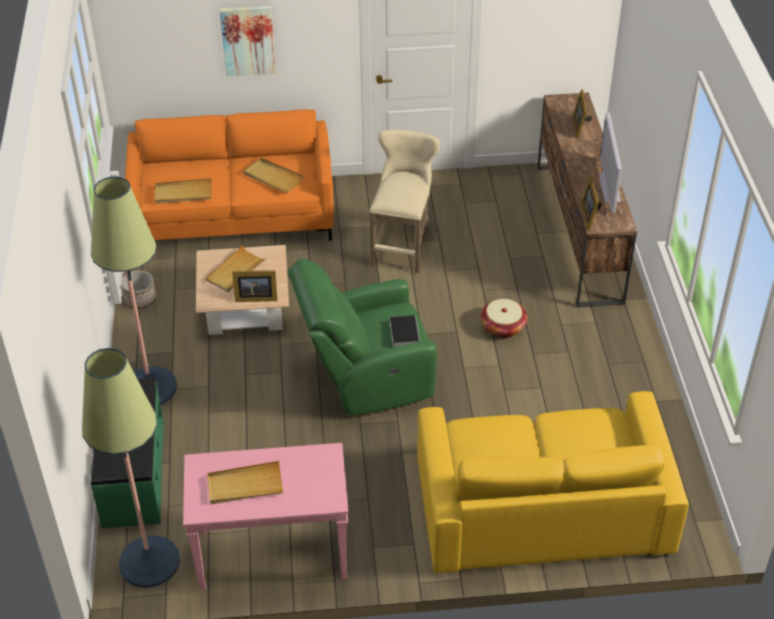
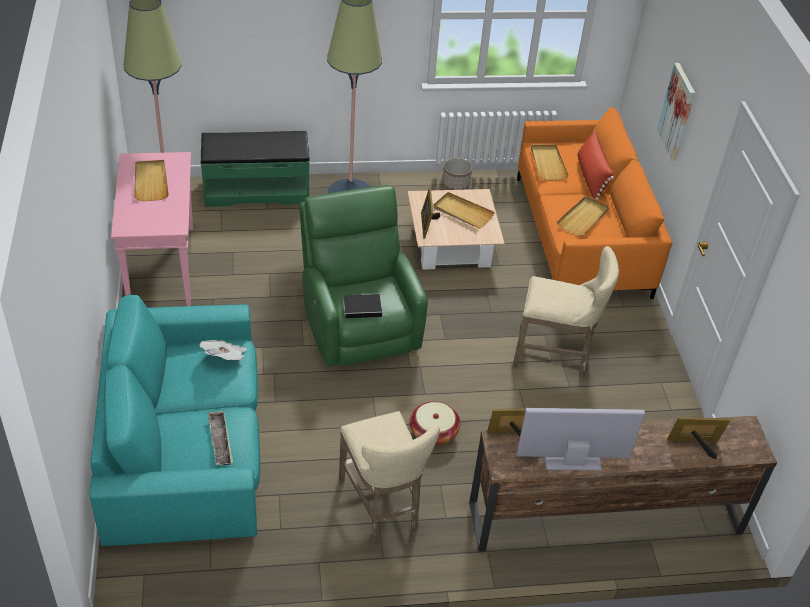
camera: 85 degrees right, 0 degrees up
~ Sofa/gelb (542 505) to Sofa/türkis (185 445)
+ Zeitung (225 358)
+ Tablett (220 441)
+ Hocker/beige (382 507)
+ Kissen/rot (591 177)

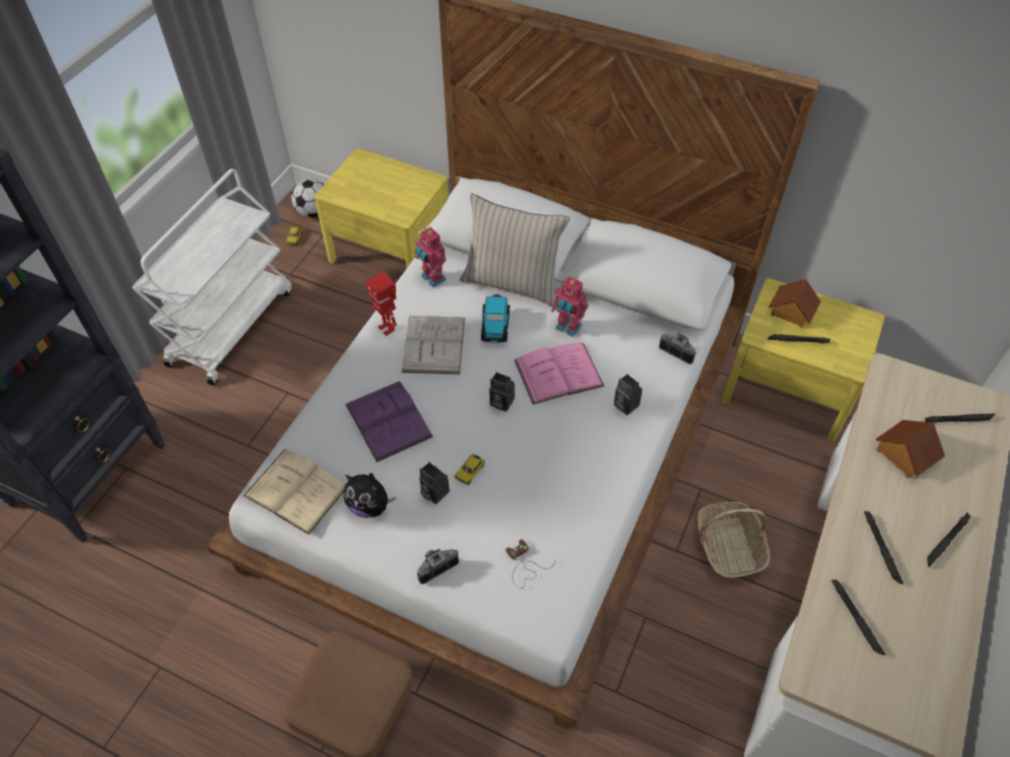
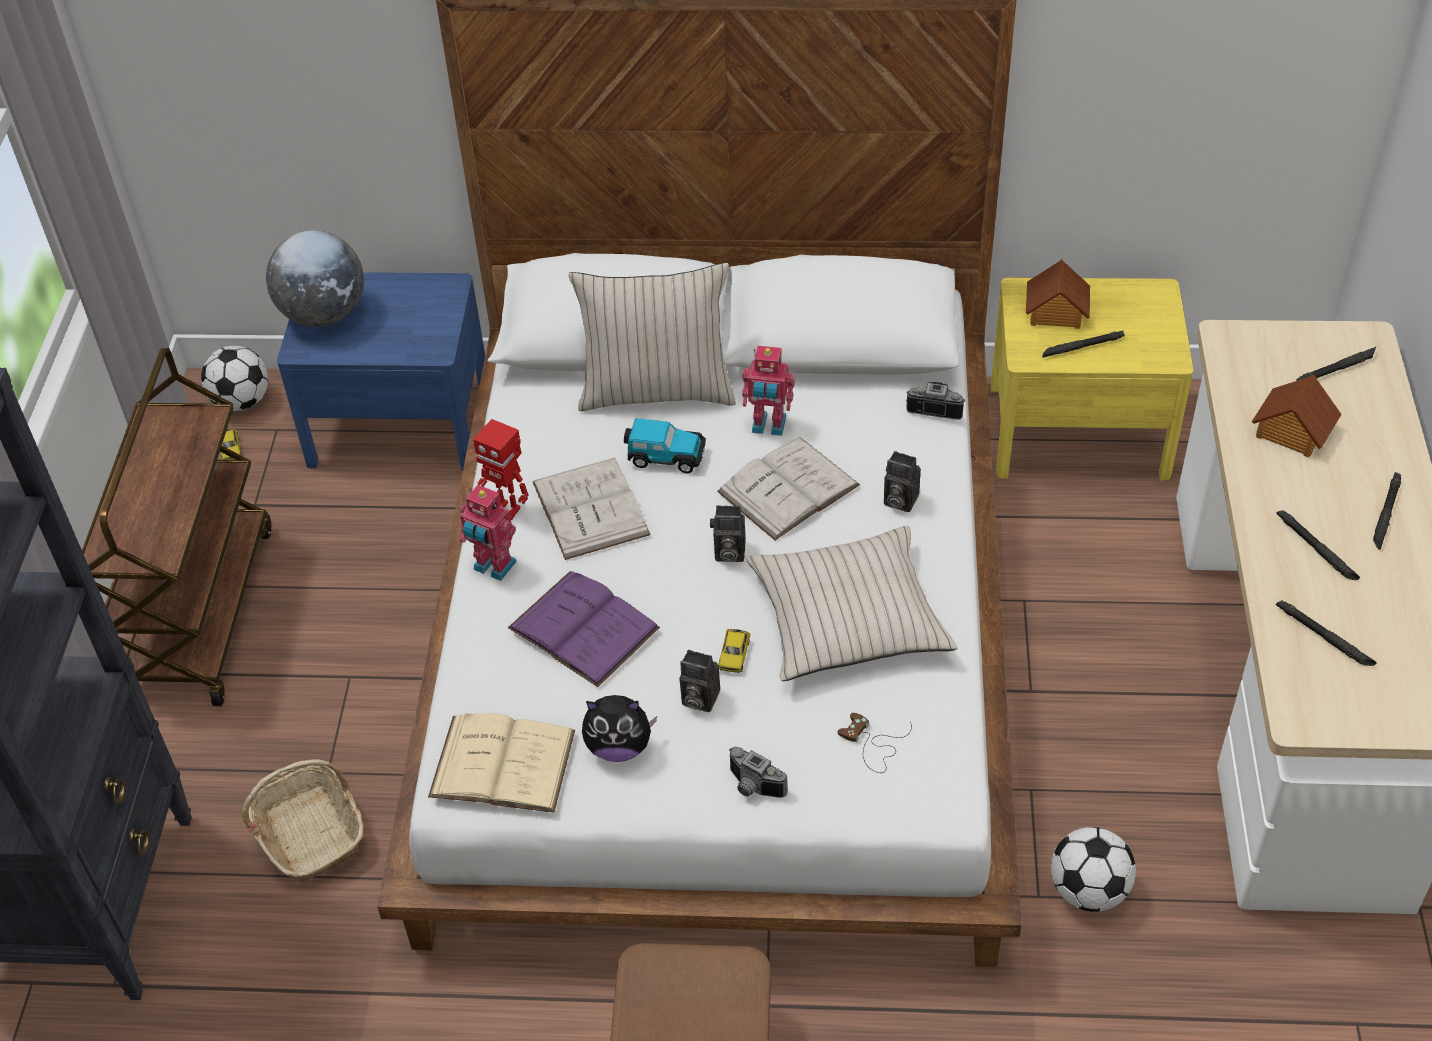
camera: 20 degrees left, 5 degrees down
~ Rollwagen/weiß (231 326) to Rollwagen/braun (200 611)
~ Korb (728 546) to (310 832)
+ Globus (324 314)
~ Nachttisch/gelb (390 251) to Nachttisch/blau (399 422)
~ Spielzeugroboter (432 279) to (493 567)
~ Spielzeugauto (495 326) = (665 456) 60 degrees counterclockwise
~ Buch/rosa (558 373) to Buch/weiß (788 488)
~ Kamera (435 565) = (753 787) 90 degrees counterclockwise
+ Kissen/beige (847 618)
+ Fußball (1088 890)

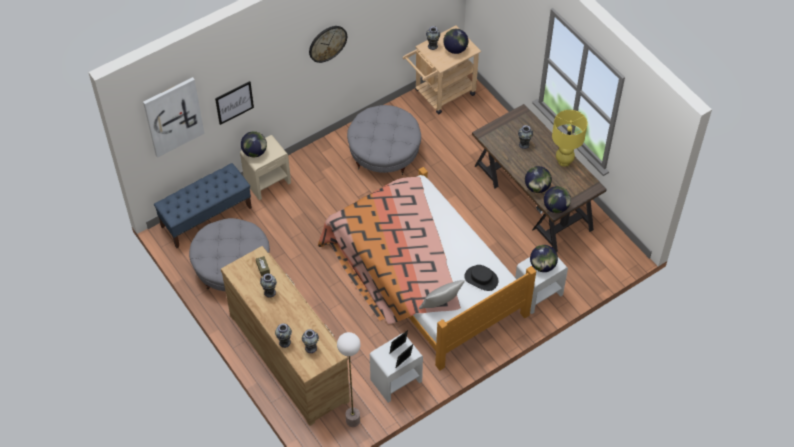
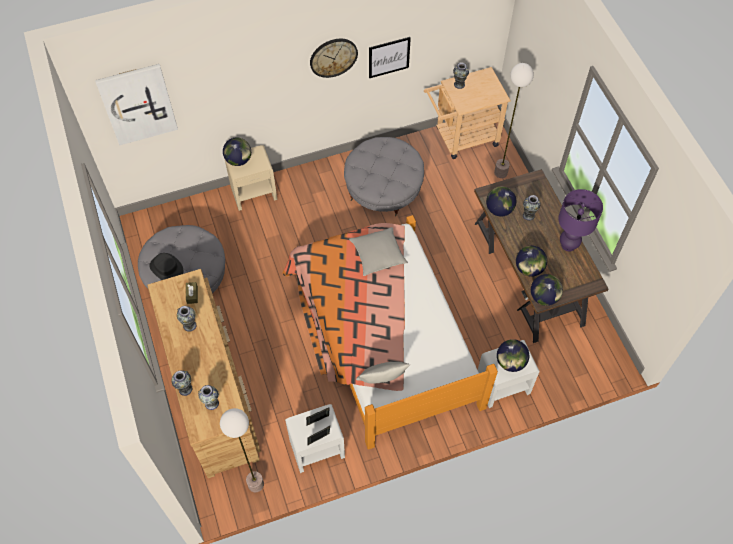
camera: 15 degrees right, 5 degrees up
~ Hut/schwarz (481 279) to (167 268)
+ Kissen/grau (378 255)
~ Bild (234 102) to (389 57)
~ Globus (455 49) to (499 209)
+ Stehlampe (501 172)
~ Tischlampe/gelb (564 161) to Tischlampe/lila (569 245)
- Bank/blau (206 217)

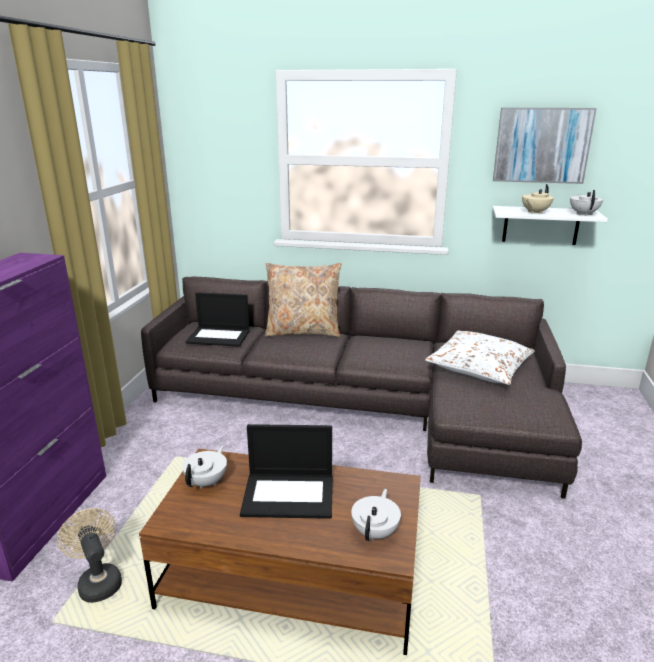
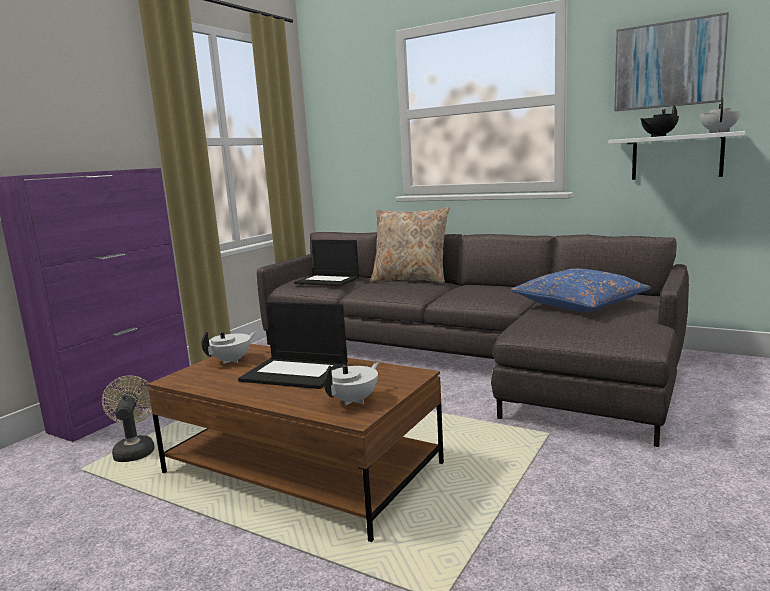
camera: 20 degrees right, 10 degrees down
~ Kissen/weiß (479 367) to Kissen/blau (579 304)
~ Teekanne/beige (534 212) to Teekanne/schwarz (658 136)

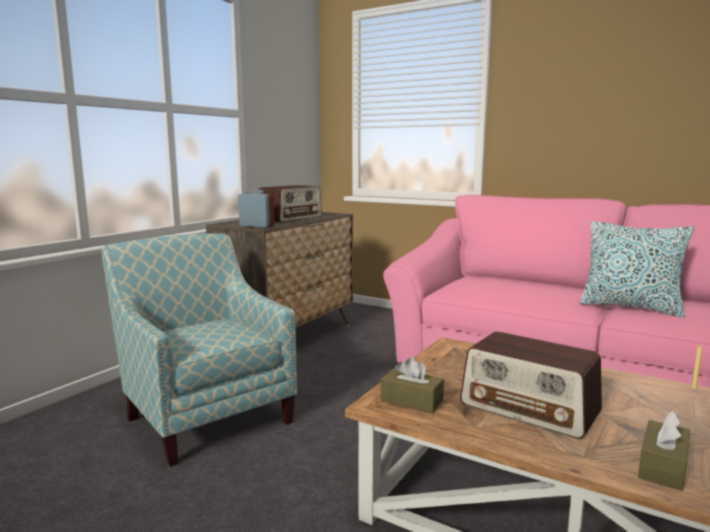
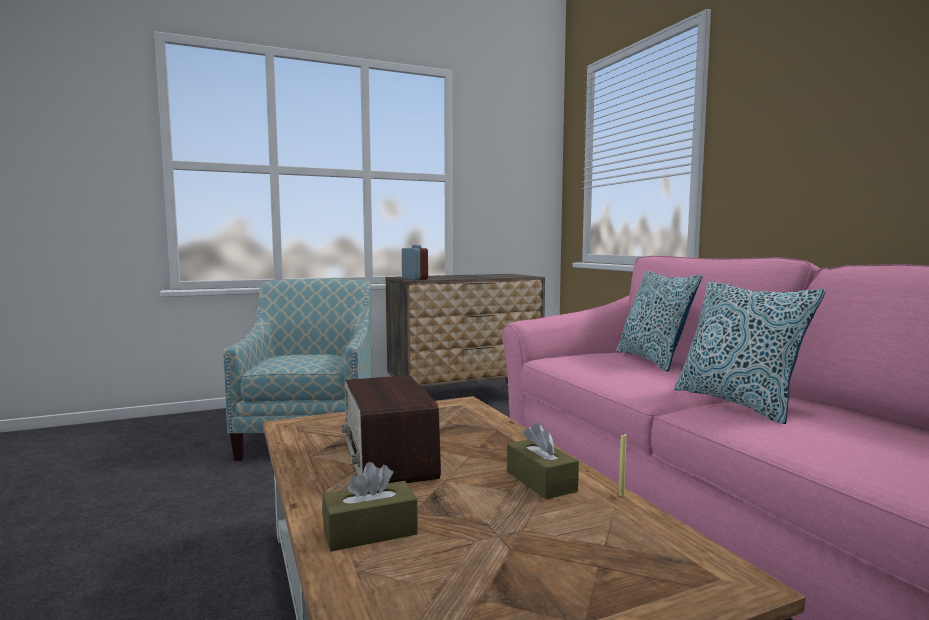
camera: 35 degrees right, 5 degrees down
~ Taschentuchbox/braun (411 401) to (541 481)
+ Kissen (652 360)
- Radio (290 218)

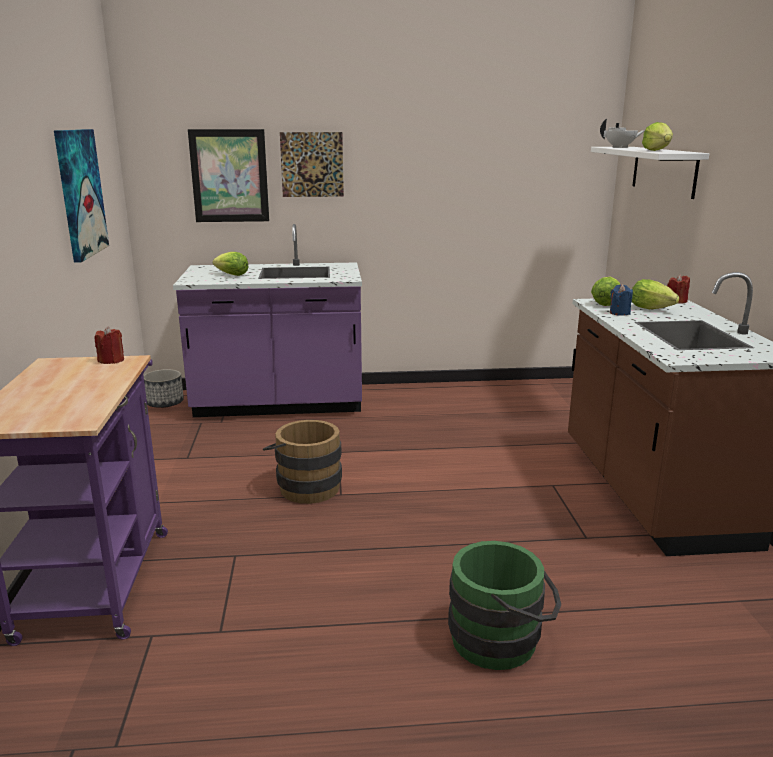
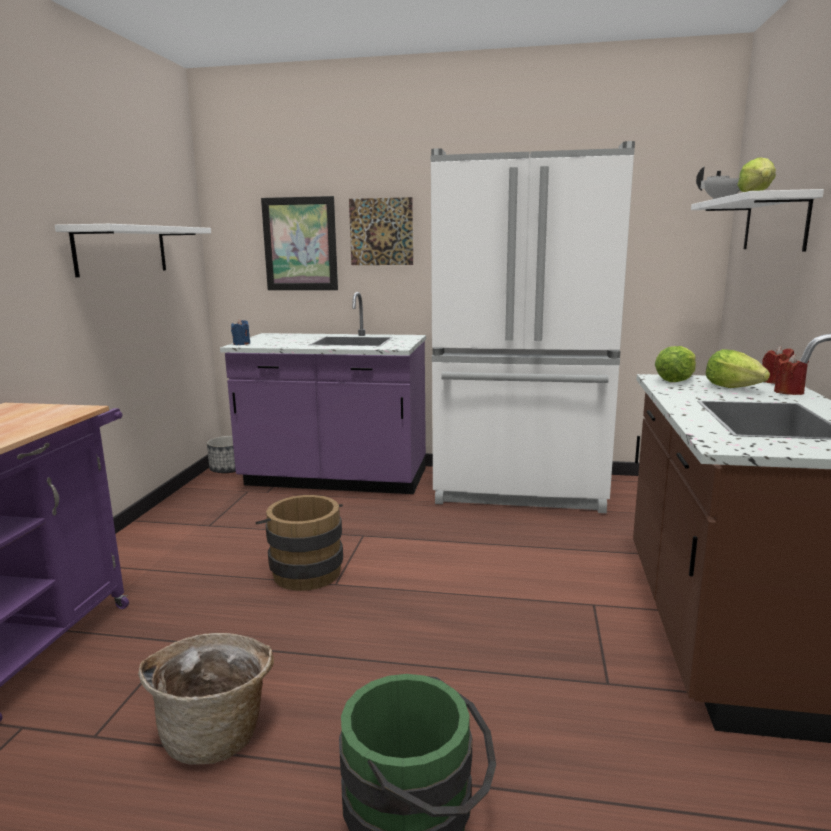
camera: 15 degrees right, 5 degrees down
~ Bild (80 193) to Wandregal/weiß (122 250)
+ Korb (216 733)
~ Kerze/blau (619 313) to (241 344)
+ Kühlschrank/weiß (520 490)
~ Kerze/rot (111 360) to (788 392)
- Salatkopf (232 275)

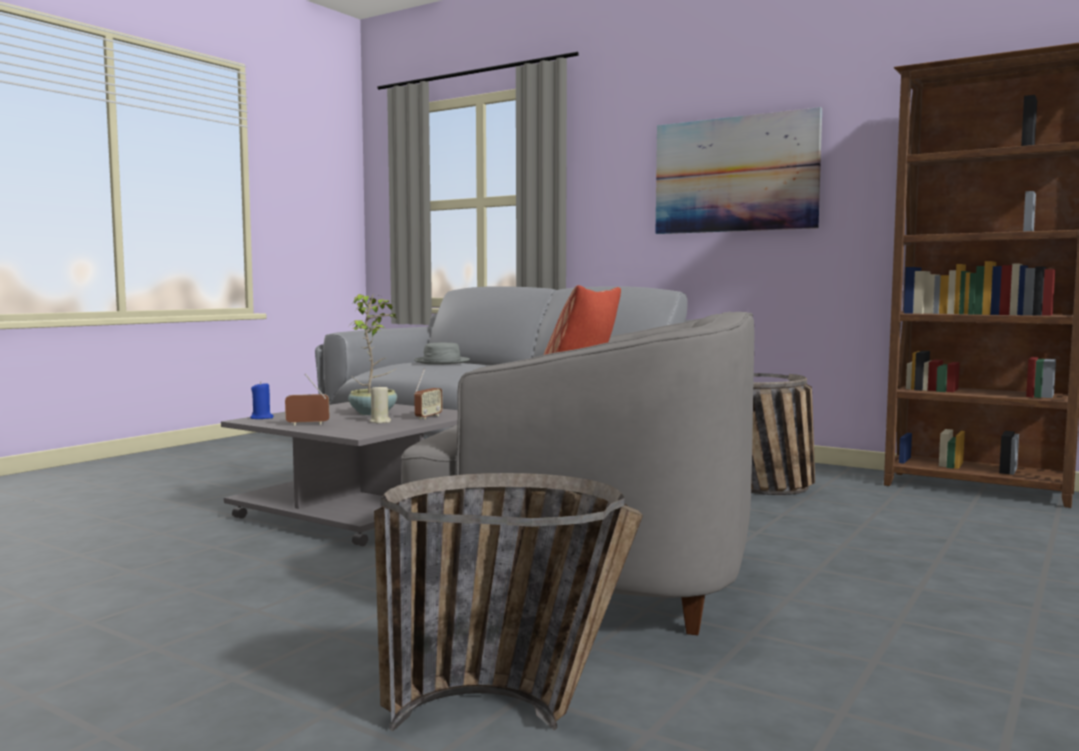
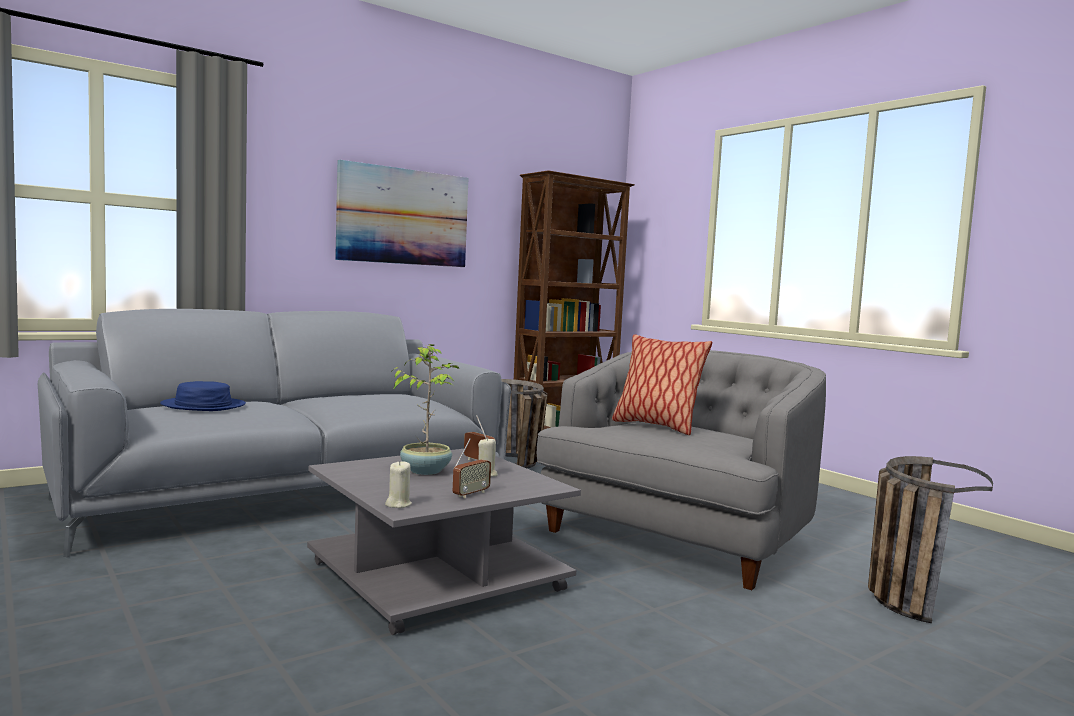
camera: 70 degrees left, 0 degrees up
~ Hut/grau (441 362) to Hut/blau (203 406)
~ Kerze/blau (262 418) to Kerze/beige (398 504)
~ Radio (307 424) = (471 494) 150 degrees counterclockwise

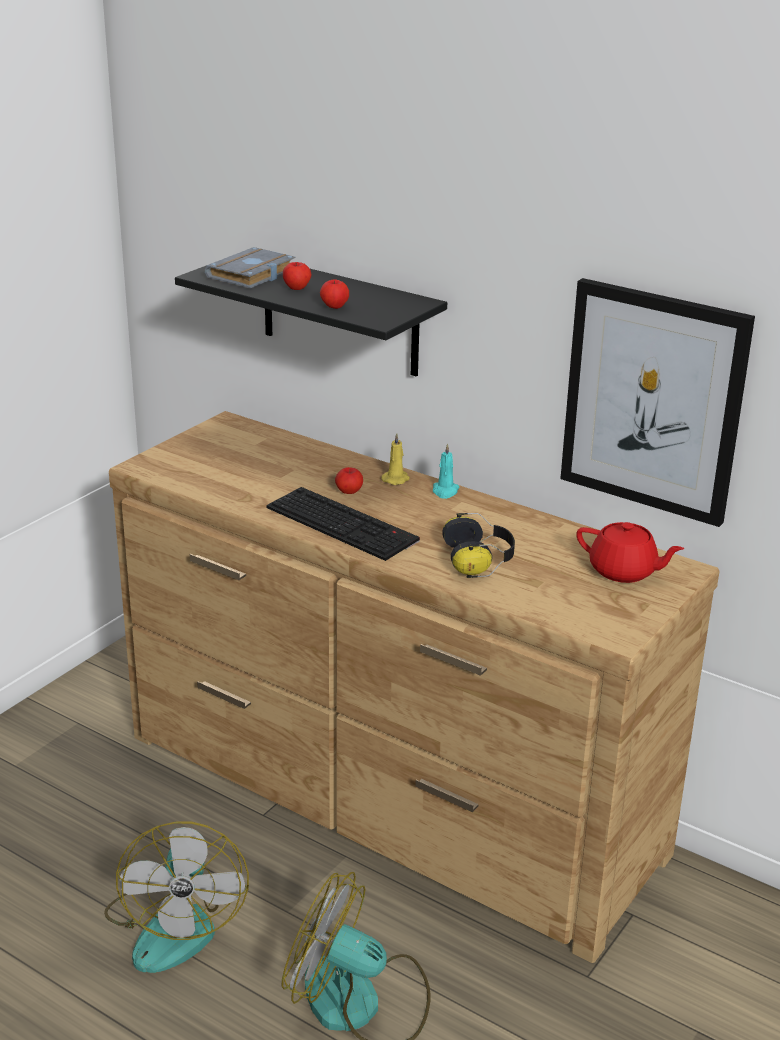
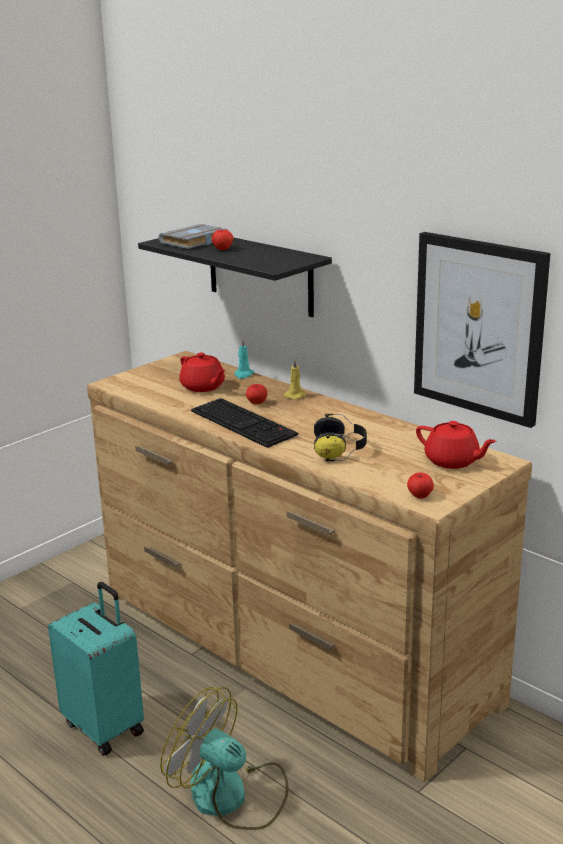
camera: 10 degrees right, 5 degrees down
~ Ventilator (175 924) to Koffer/türkis (105 727)
+ Teekanne/rot (203 387)
~ Kerze/türkis (445 491) to (243 374)
~ Apfel (334 306) to (419 496)

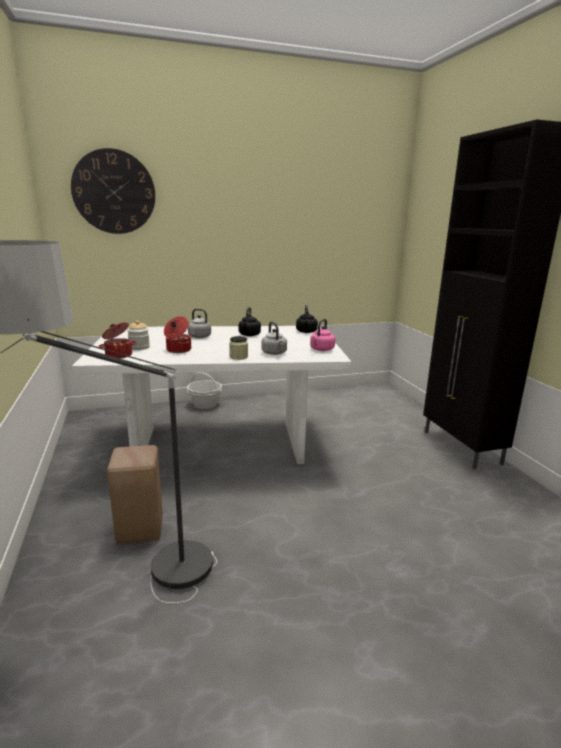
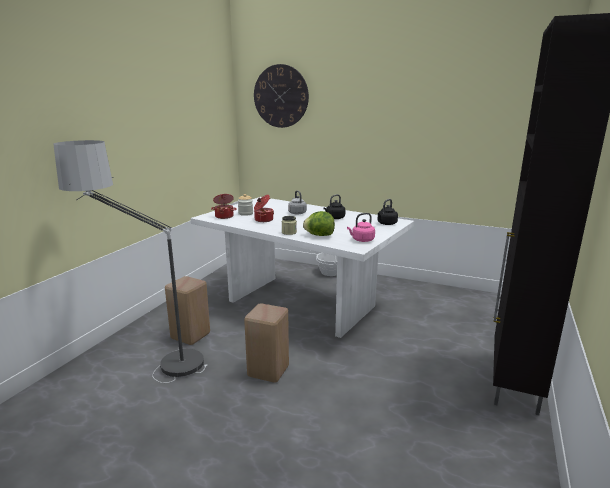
camera: 40 degrees right, 0 degrees up
+ Hocker/beige (267 371)
~ Wasserkessel/grau (274 353) to Salatkopf (319 235)

